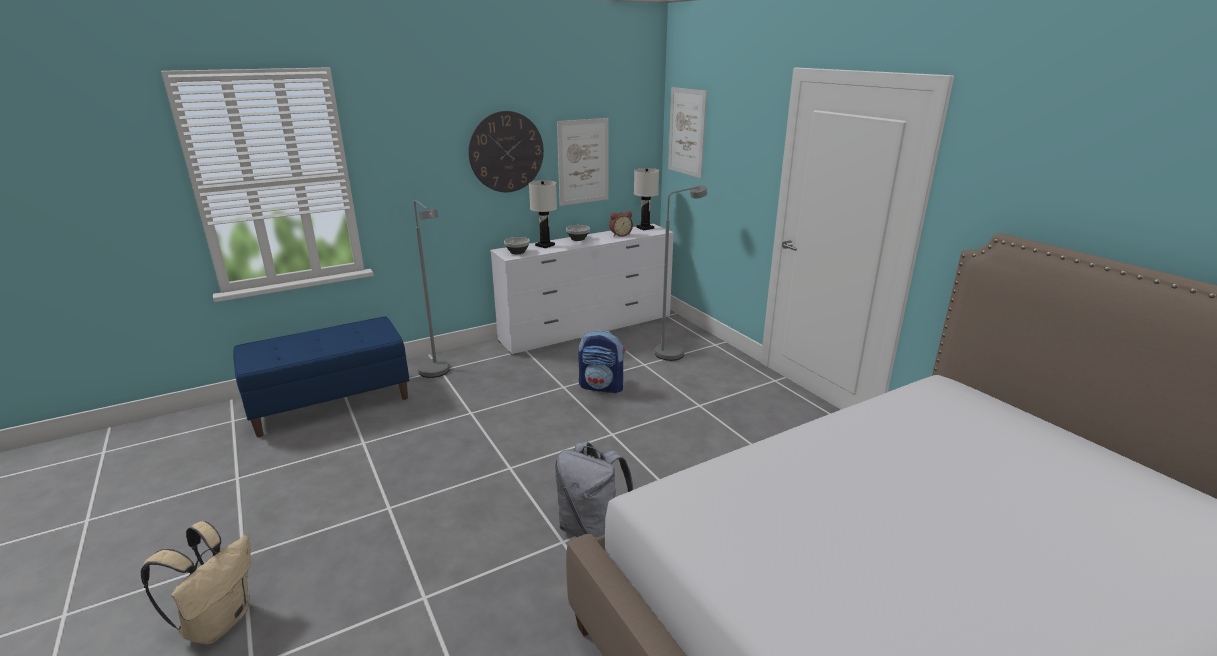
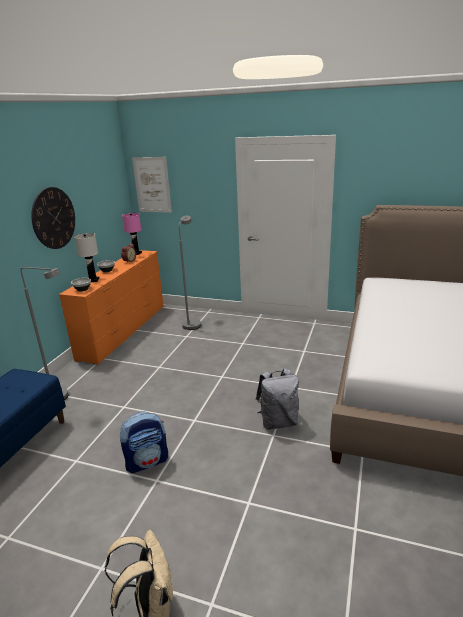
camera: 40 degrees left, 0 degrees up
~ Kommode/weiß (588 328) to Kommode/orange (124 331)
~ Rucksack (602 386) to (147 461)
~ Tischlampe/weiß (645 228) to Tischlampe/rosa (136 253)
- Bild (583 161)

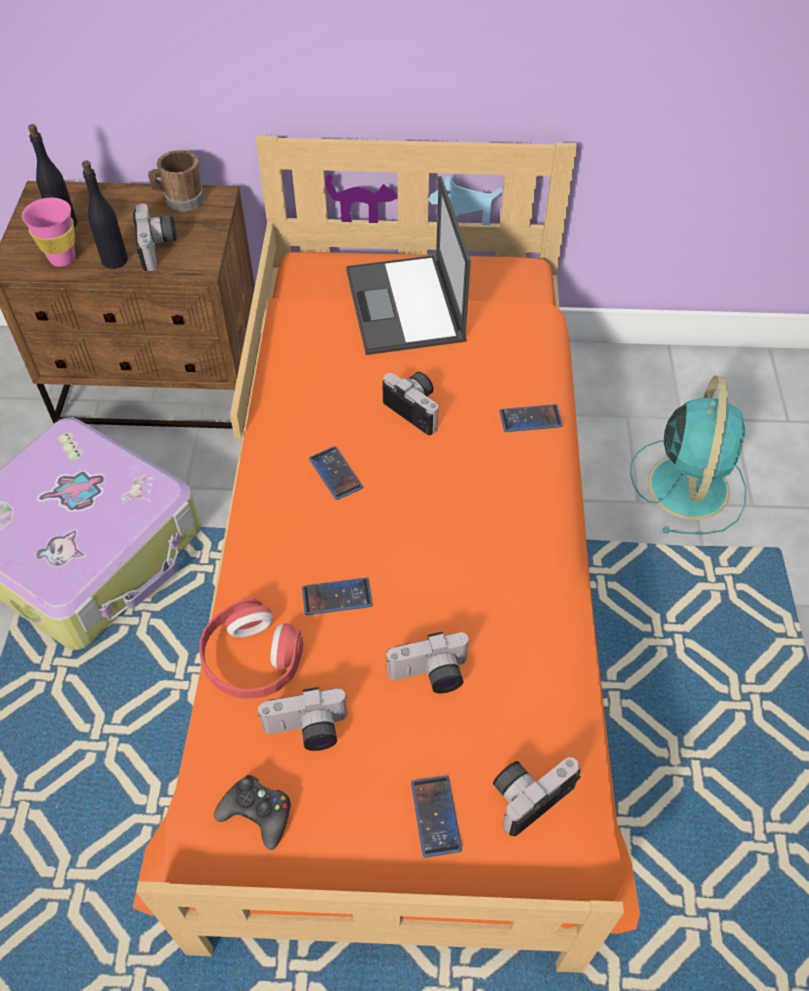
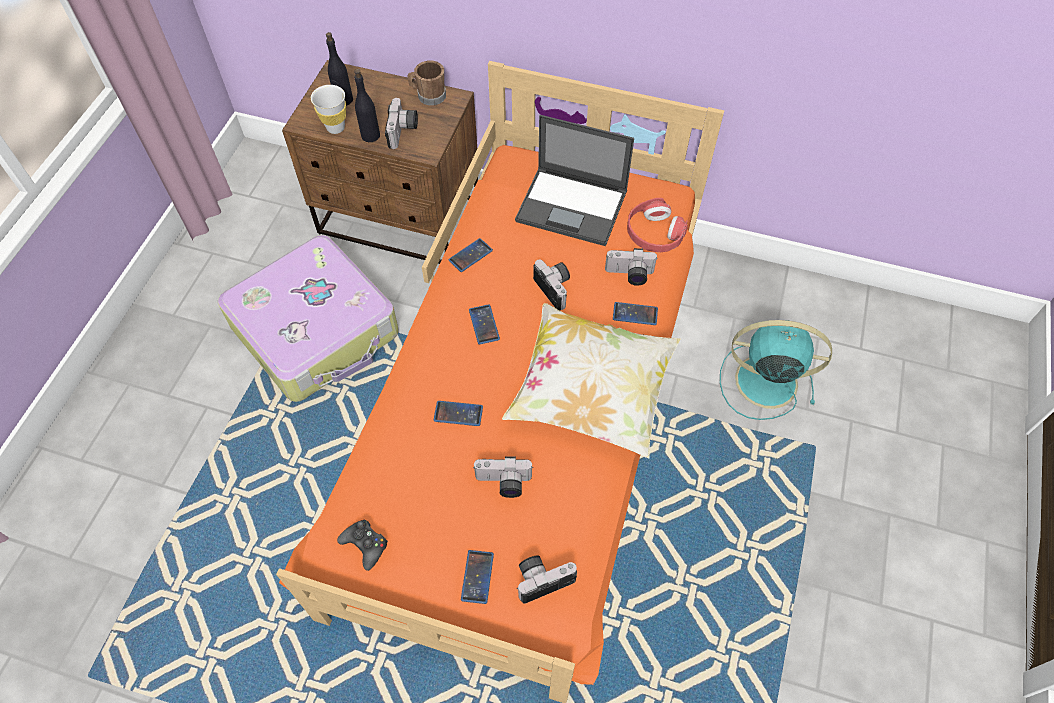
camera: 15 degrees right, 5 degrees up
~ Tasse/rosa (62 259) to Tasse/weiß (335 127)
+ Handy (470 255)
+ Kissen (591 395)
~ Laptop (405 306) = (573 206) 75 degrees counterclockwise
~ Kamera (307 731) to (629 275)
~ Kopfhörer/rot (252 658) to (654 233)
~ Ventilator/türkis (688 484) = (763 381) 105 degrees counterclockwise

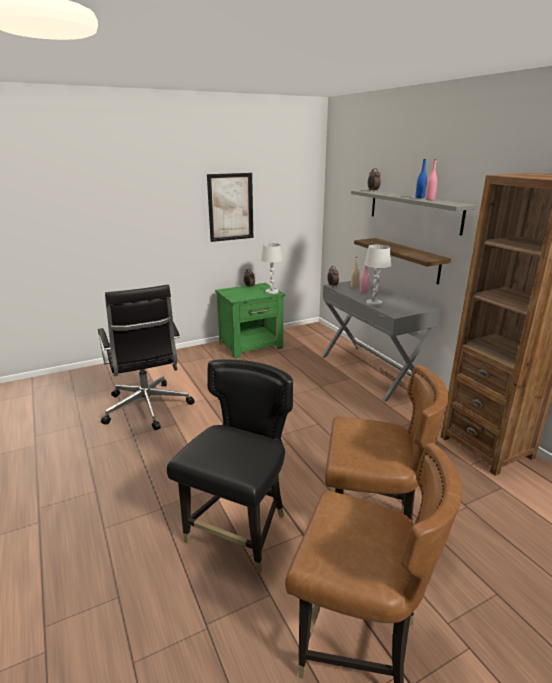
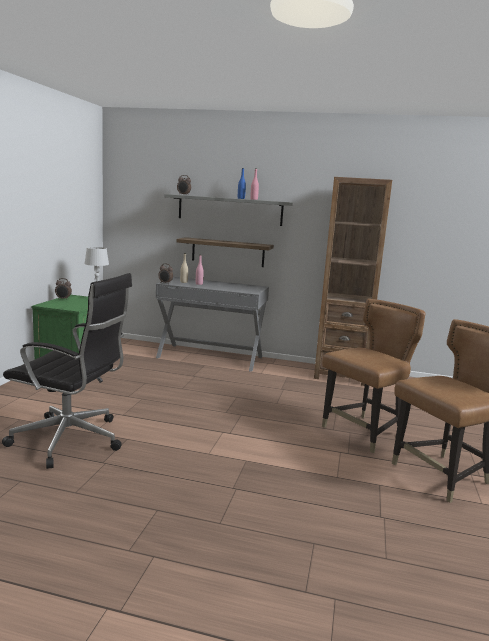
camera: 50 degrees left, 10 degrees down
- Stuhl/schwarz (239 531)
- Bild (230 207)
- Tischlampe/weiß (374 303)

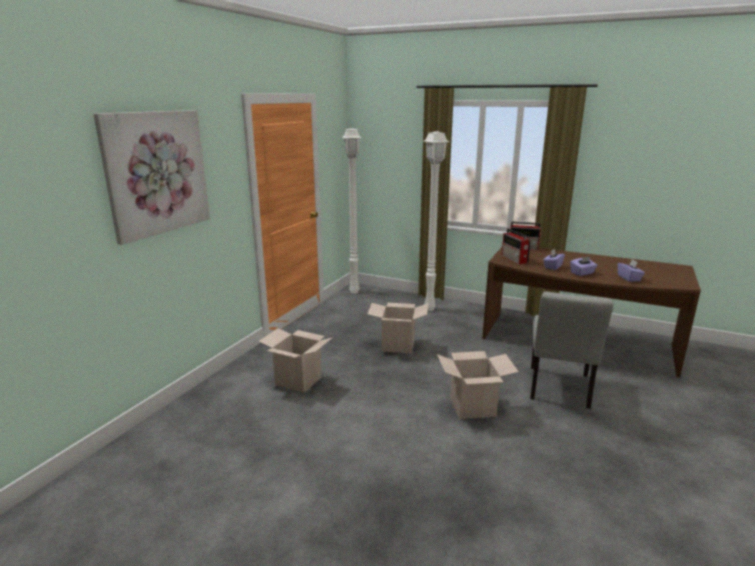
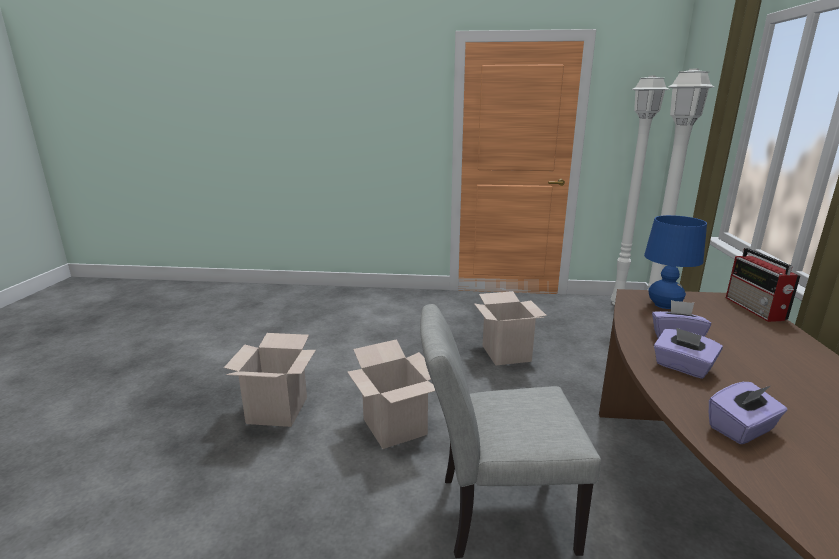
camera: 70 degrees right, 0 degrees up
~ Karton (298 380) to (277 410)
~ Radio (514 259) to Tischlampe/blau (664 305)
- Bild (157 173)

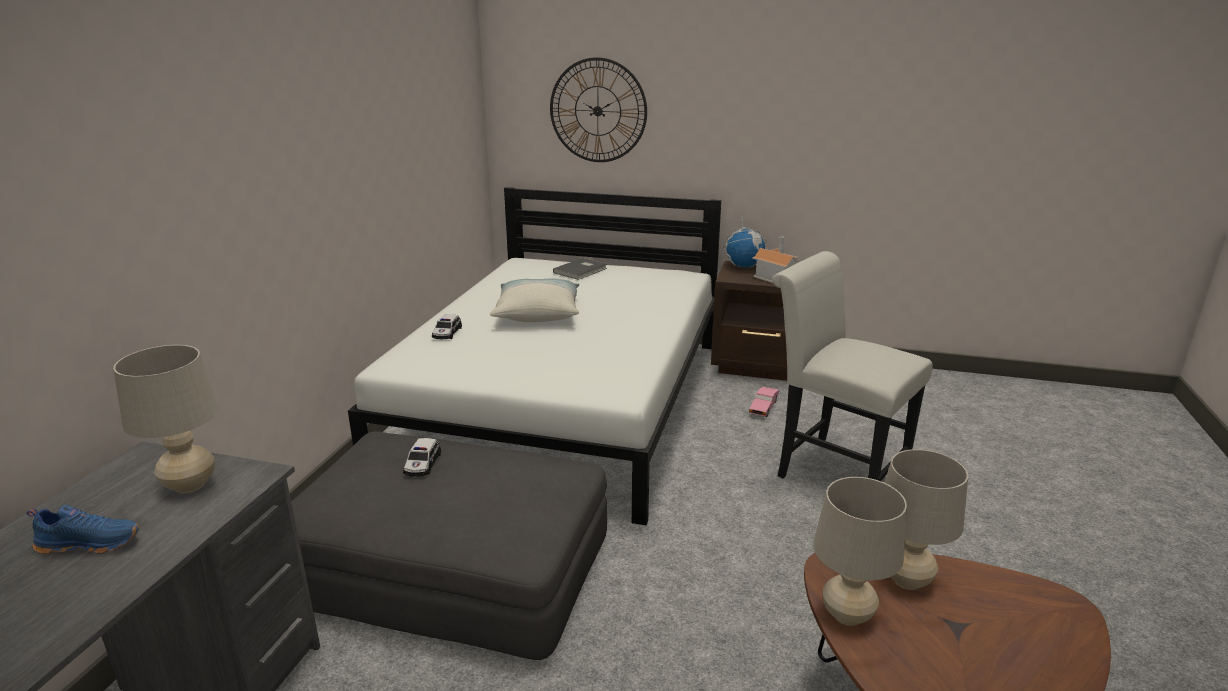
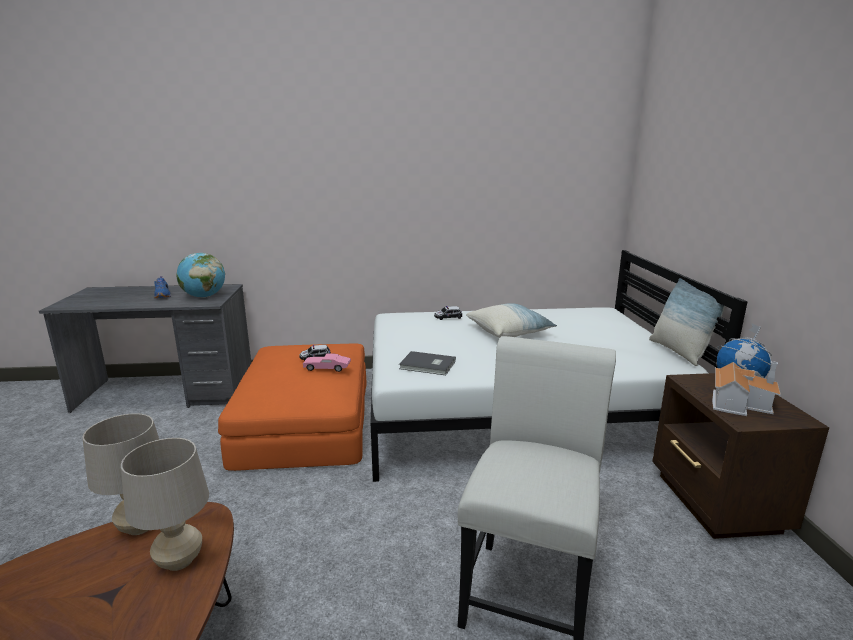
camera: 70 degrees right, 5 degrees down
~ Tischlampe/beige (190 485) to Globus (204 297)
~ Polsterhocker/grau (451 564) to Polsterhocker/orange (306 420)
~ Spielzeugauto/rosa (763 407) to (327 368)
~ Buch/grau (581 270) to (428 365)
+ Kissen (679 352)
- Wanduhr (598 111)

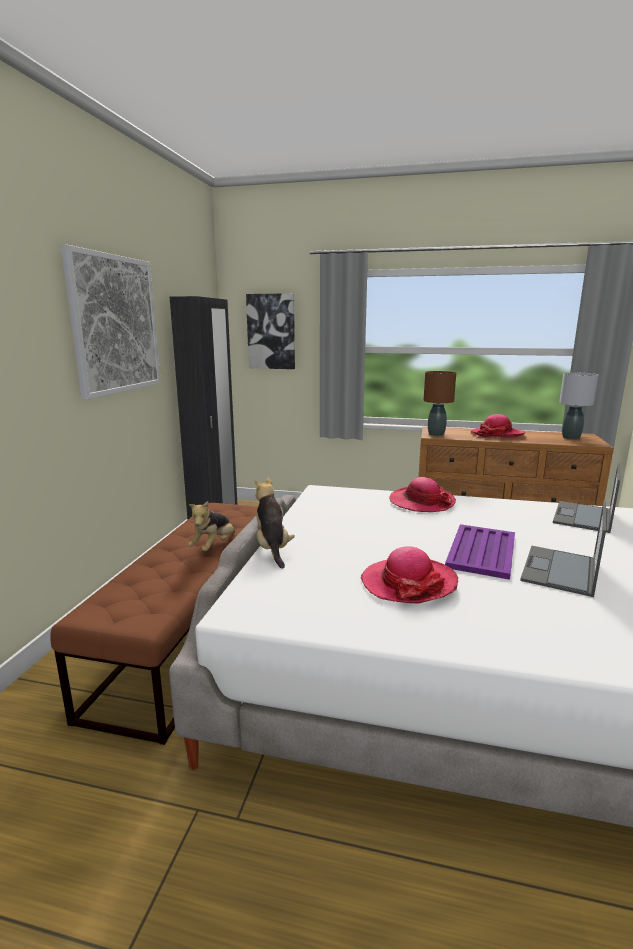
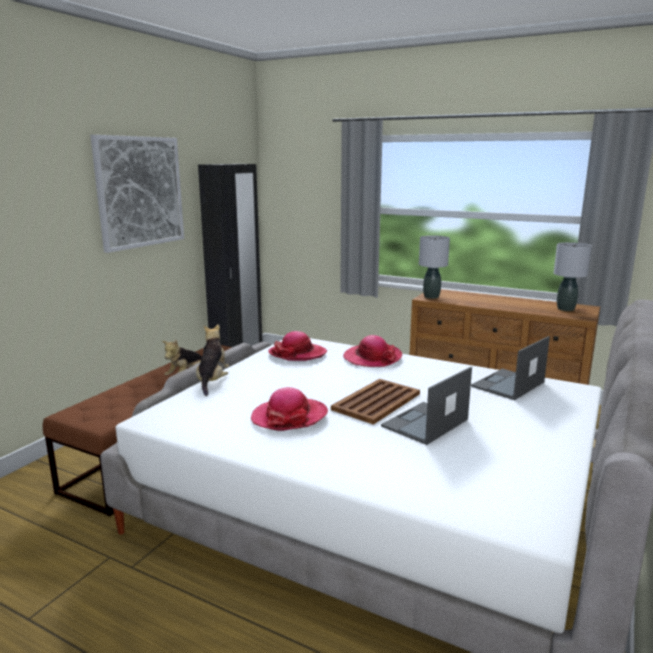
camera: 15 degrees right, 0 degrees up
~ Hut (497 434) to (297 354)
~ Tablett/lila (481 551) to Tablett/braun (375 402)
~ Tischlampe/braun (436 434) to Tischlampe/grau (431 297)
- Bild (271 331)

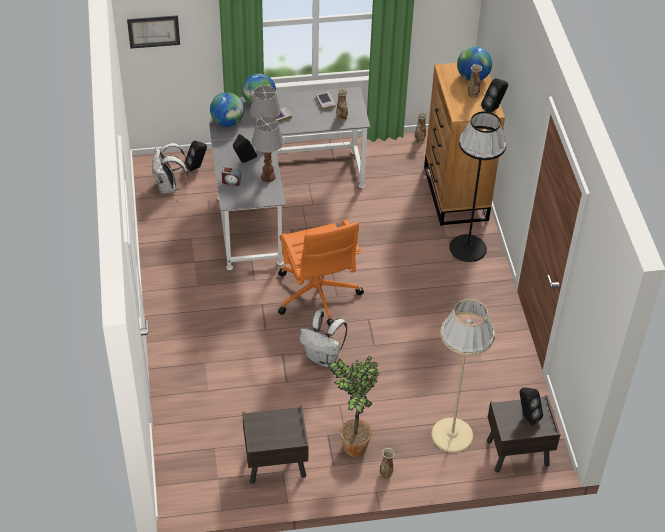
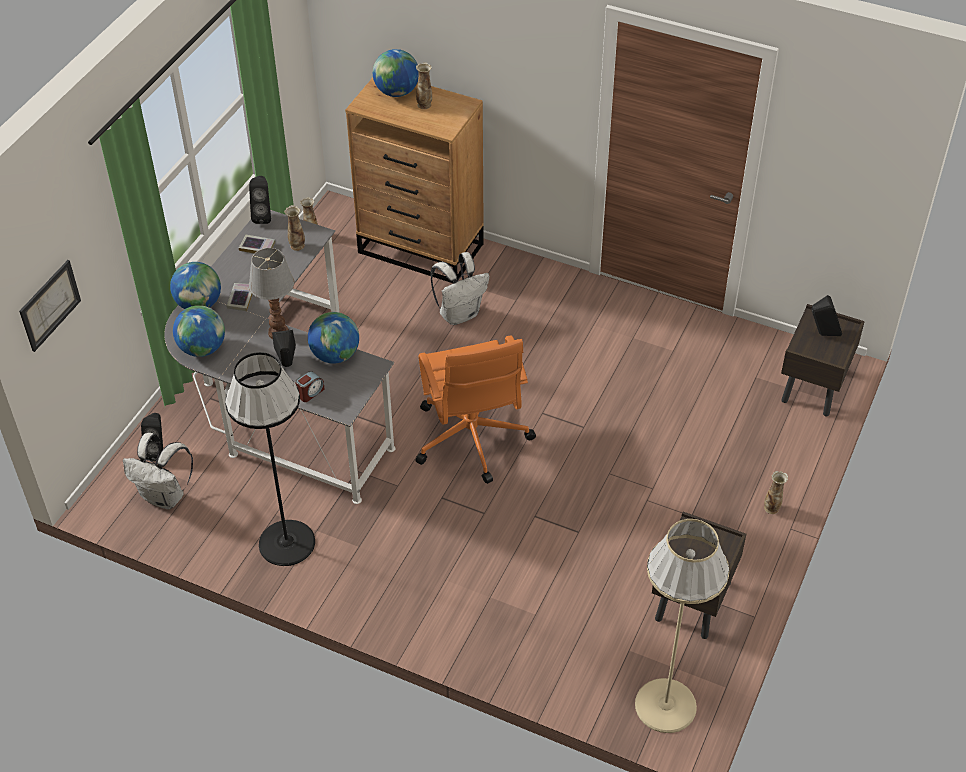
camera: 55 degrees left, 0 degrees up
~ Stehlampe/schwarz (467 248) to (286 543)
~ Lautsprecher/schwarz (493 109) to (263 216)
~ Tischlampe (268 177) to Globus (335 355)
~ Bürostuhl/orange (317 296) = (472 440) 60 degrees clockwise
~ Rucksack/weiß (323 357) to (460 314)
~ Stehlampe/beige (452 435) to (665 706)
- Topfpflanze (354 444)

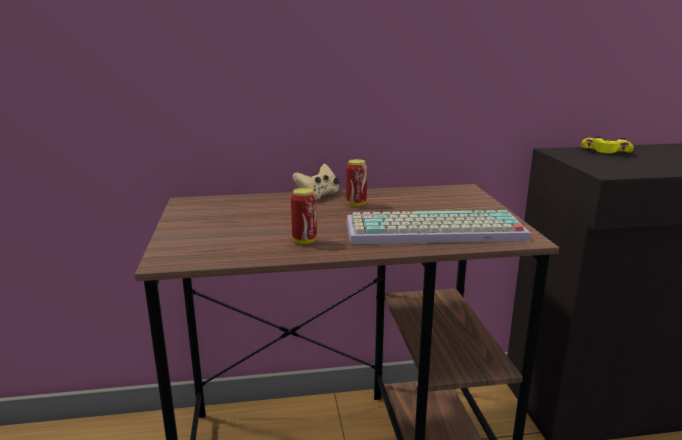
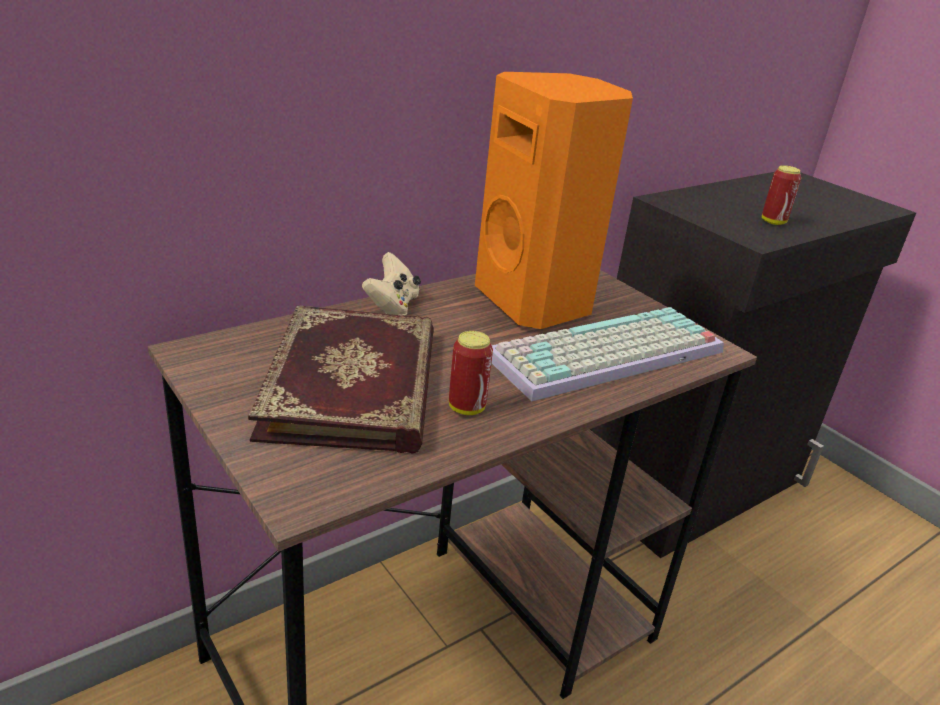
camera: 30 degrees left, 10 degrees up
+ Buch (355 384)
+ Lautsprecher/orange (537 302)
~ Dose (356 204) to (773 222)
- Gamepad/gelb (605 152)

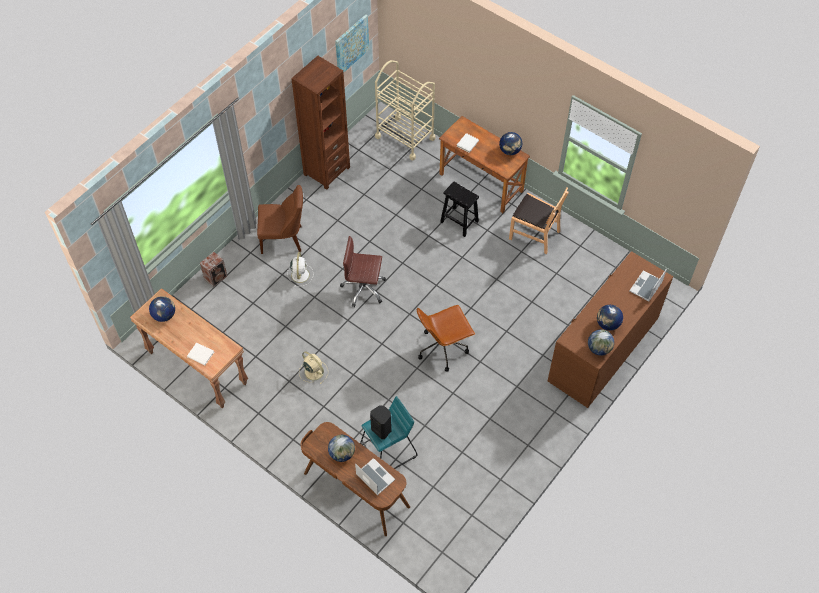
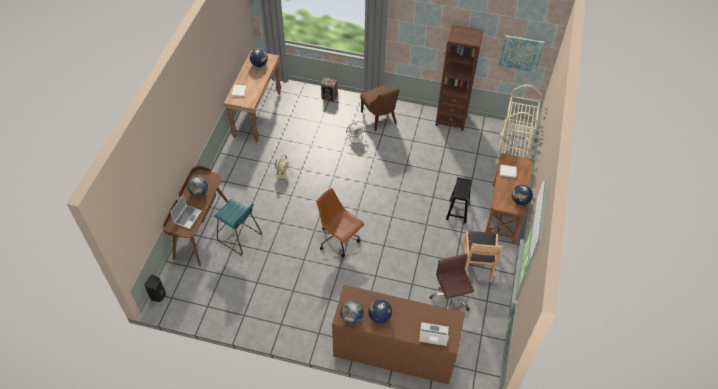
camera: 65 degrees right, 5 degrees down
~ Lautsprecher/schwarz (382 429) to (158 296)
~ Bürostuhl/braun (363 289) to (450 298)

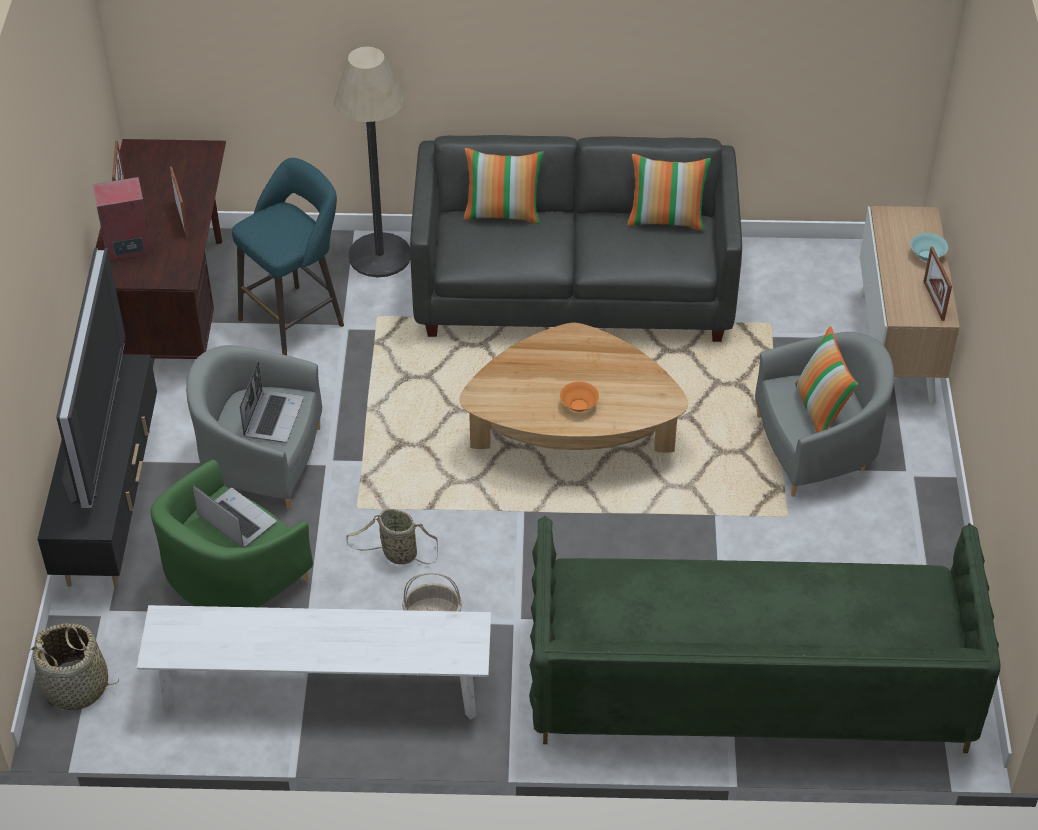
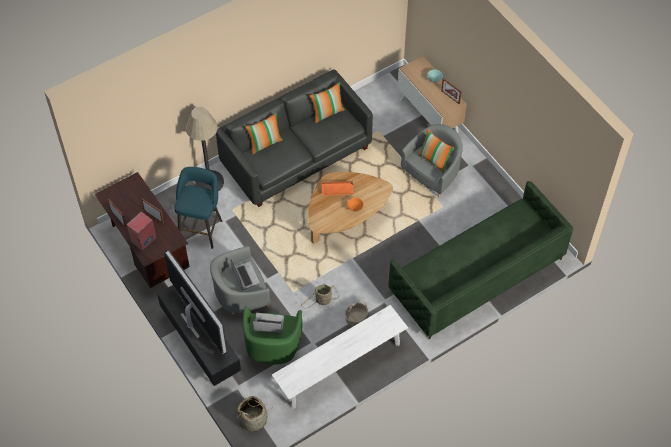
camera: 35 degrees left, 10 degrees up
+ Lautsprecher/orange (337 189)

